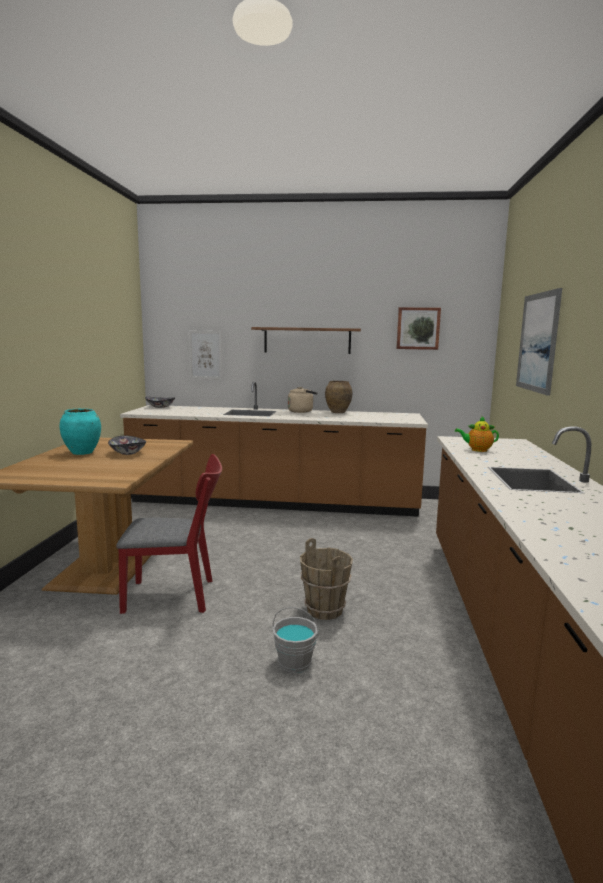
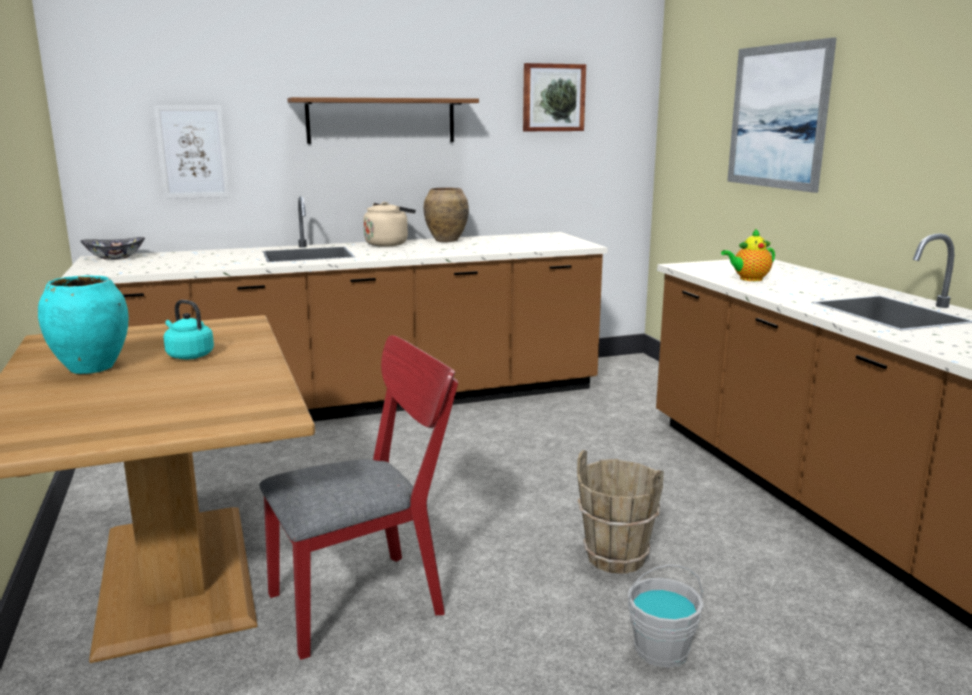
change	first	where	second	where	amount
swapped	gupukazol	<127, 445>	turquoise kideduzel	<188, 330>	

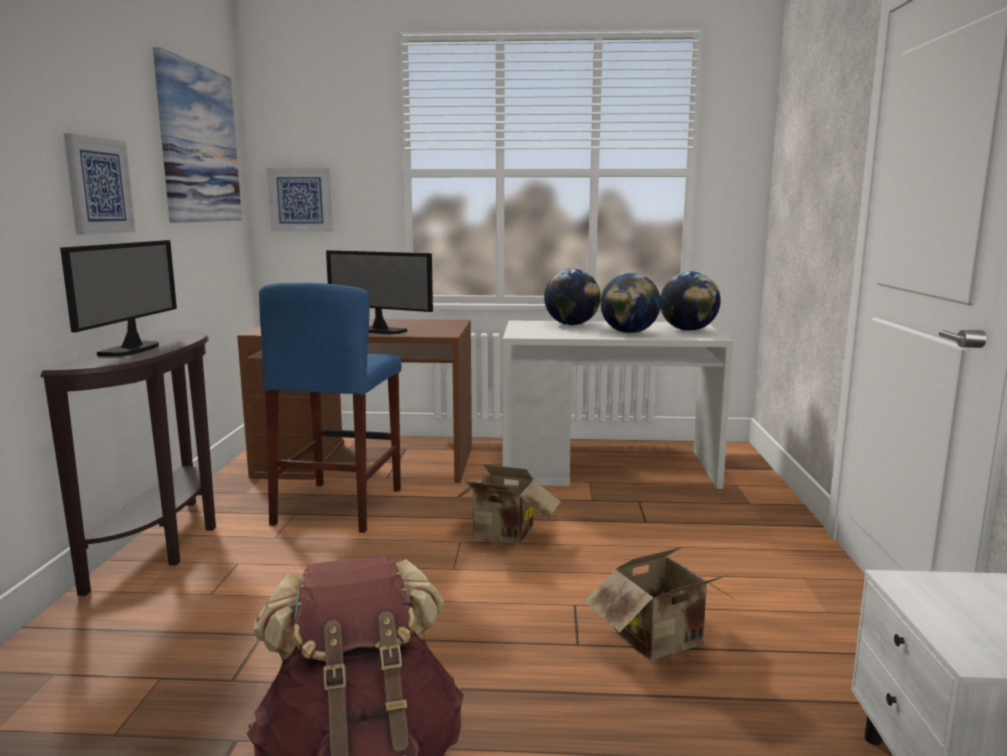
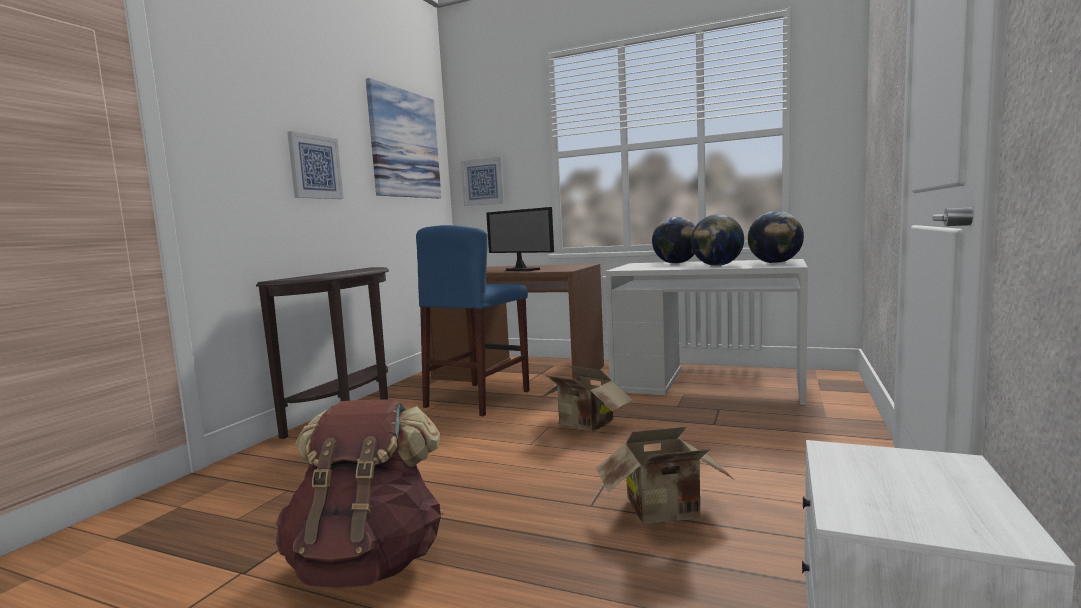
change	first	where	second	where	amount
gone	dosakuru	<118, 298>			

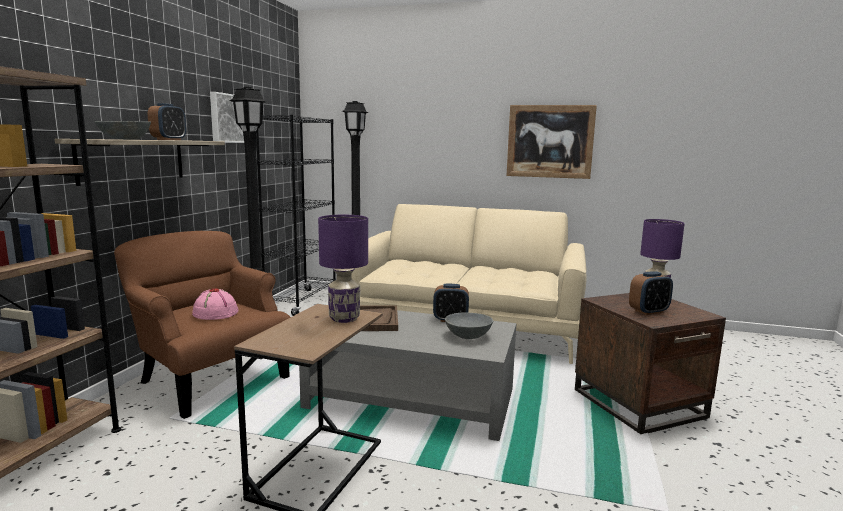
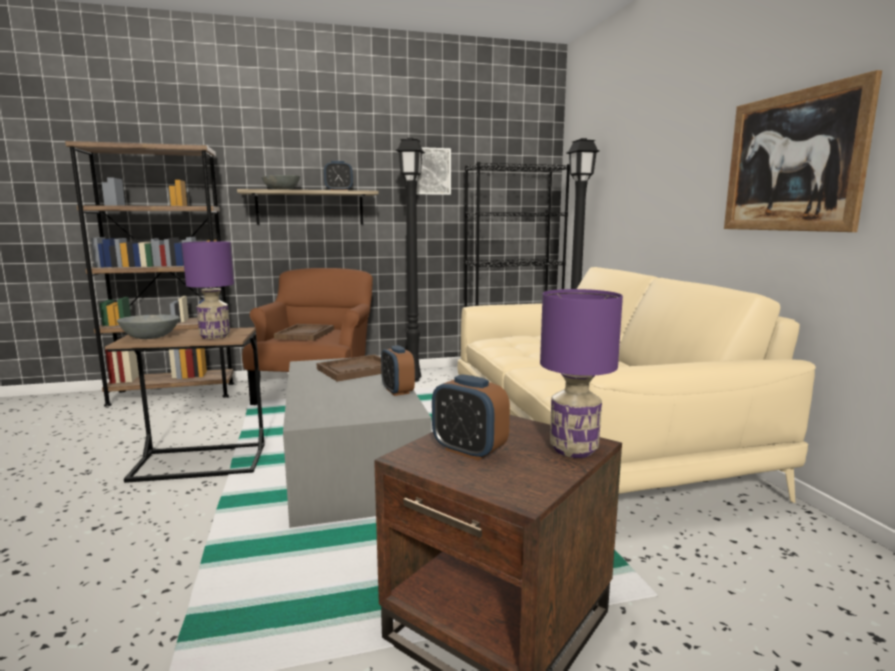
change	first	where	second	where	amount
swapped	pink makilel	<215, 304>	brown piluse	<304, 332>	
shifted	grey gupukazol	<469, 325>		<148, 326>	

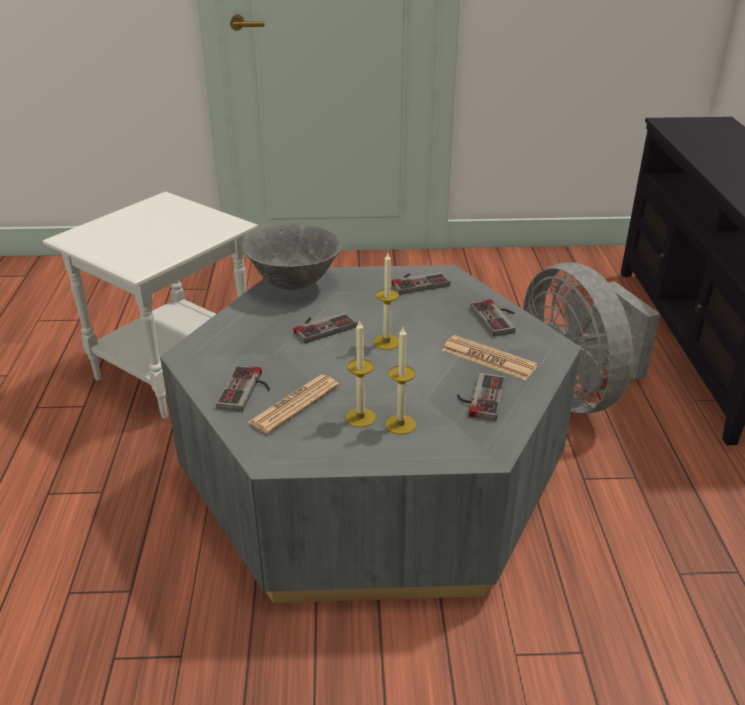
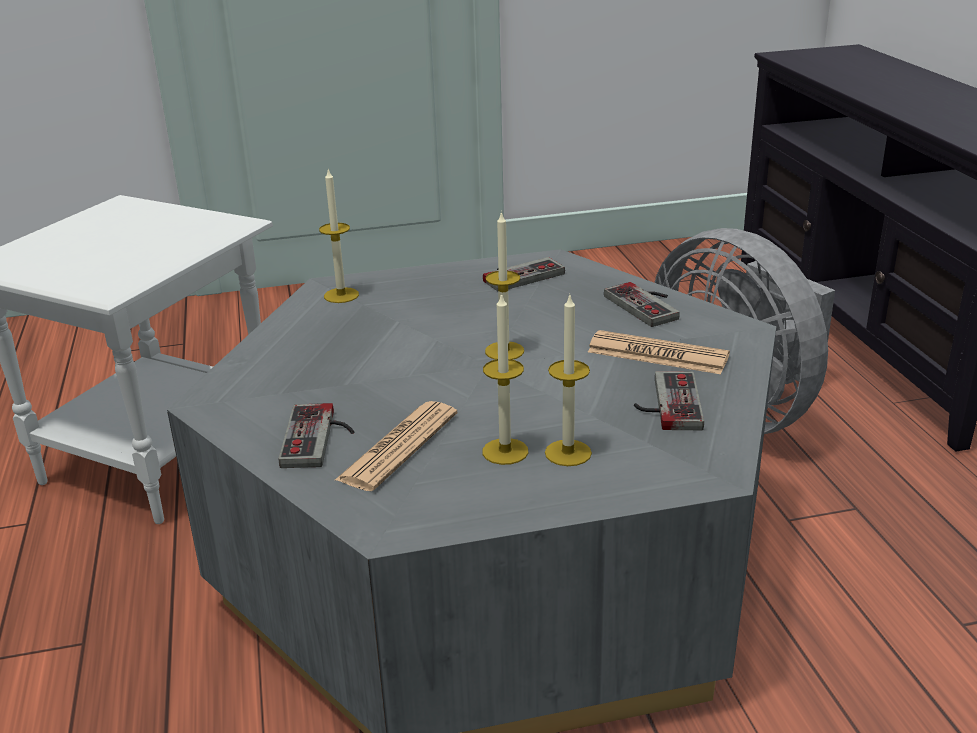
change	first	where	second	where	amount
swapped	grey gupukazol	<292, 257>	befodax	<339, 236>	
gone	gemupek	<325, 328>			

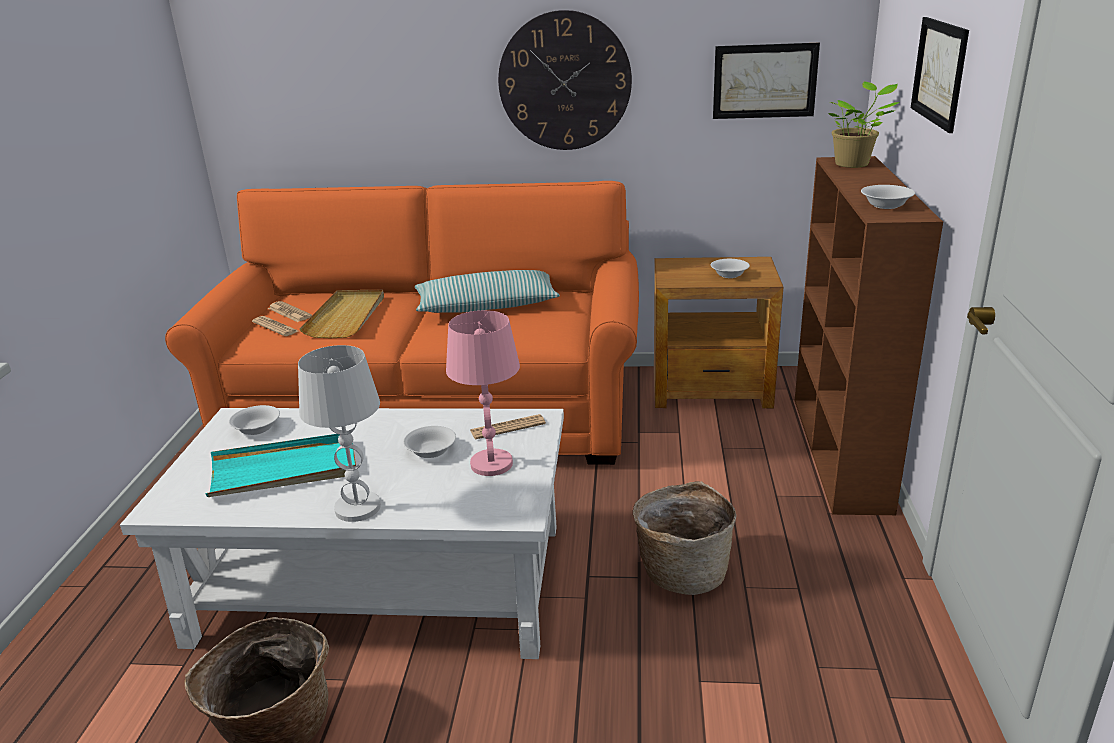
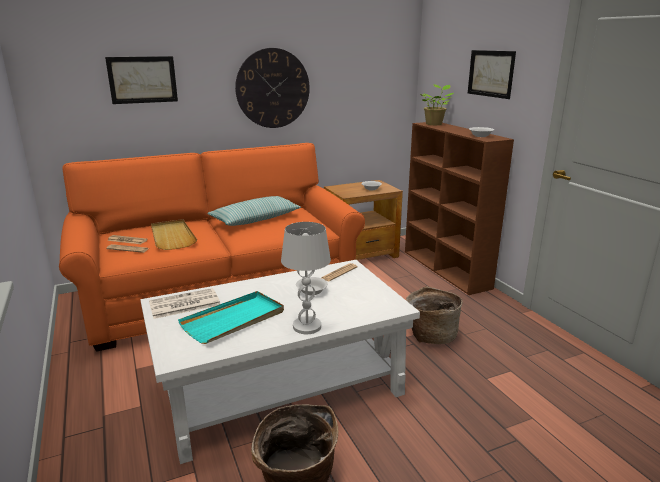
change	first	where	second	where	amount
swapped	white gupukazol	<254, 420>	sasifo	<184, 303>	
gone	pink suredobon	<483, 393>			
shifted	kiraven	<766, 81>		<141, 80>	

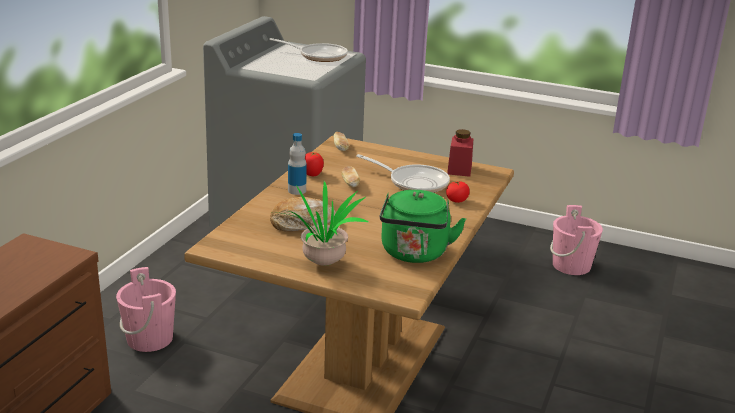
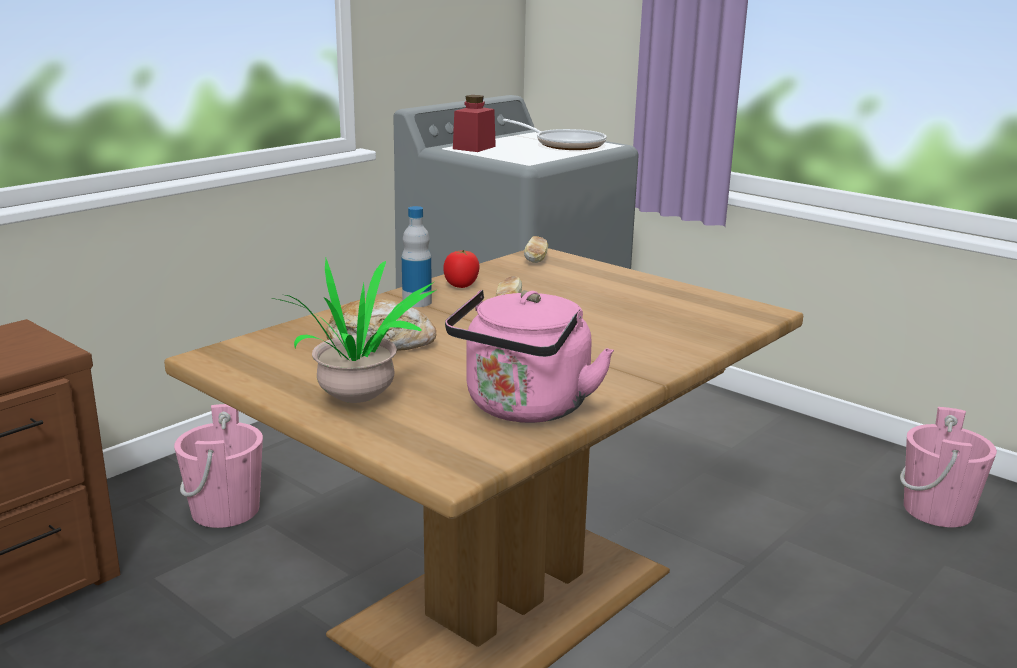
change	first	where	second	where	amount
gone	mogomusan	<403, 173>			
repainted	green kideduzel	<423, 226>	pink kideduzel	<529, 356>	
gone	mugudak	<458, 192>			
shifted	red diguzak	<460, 153>		<474, 123>	

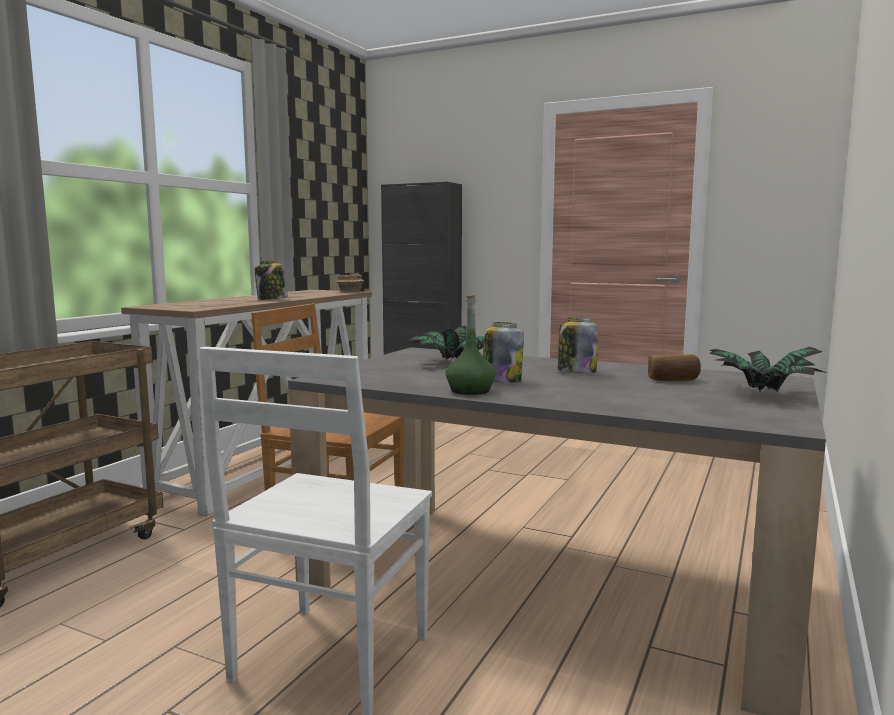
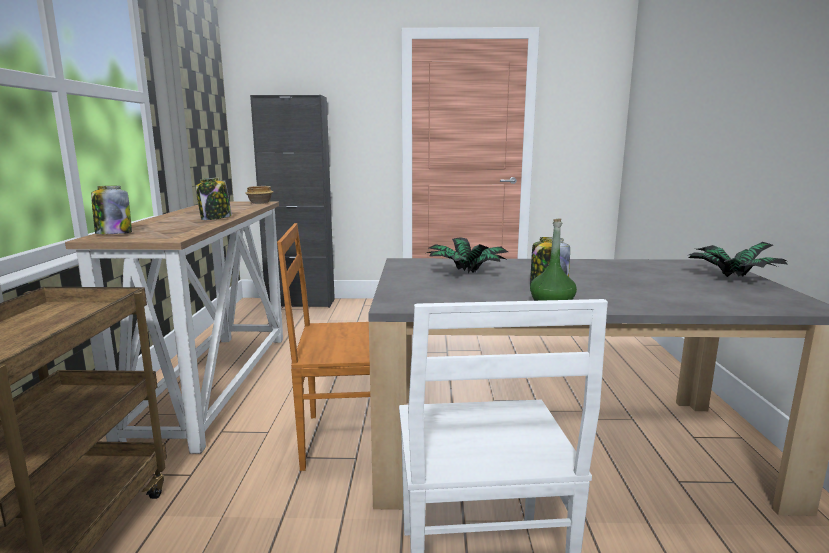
change	first	where	second	where	amount
shifted	diguzak	<578, 345>		<111, 210>	
gone	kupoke	<674, 367>			

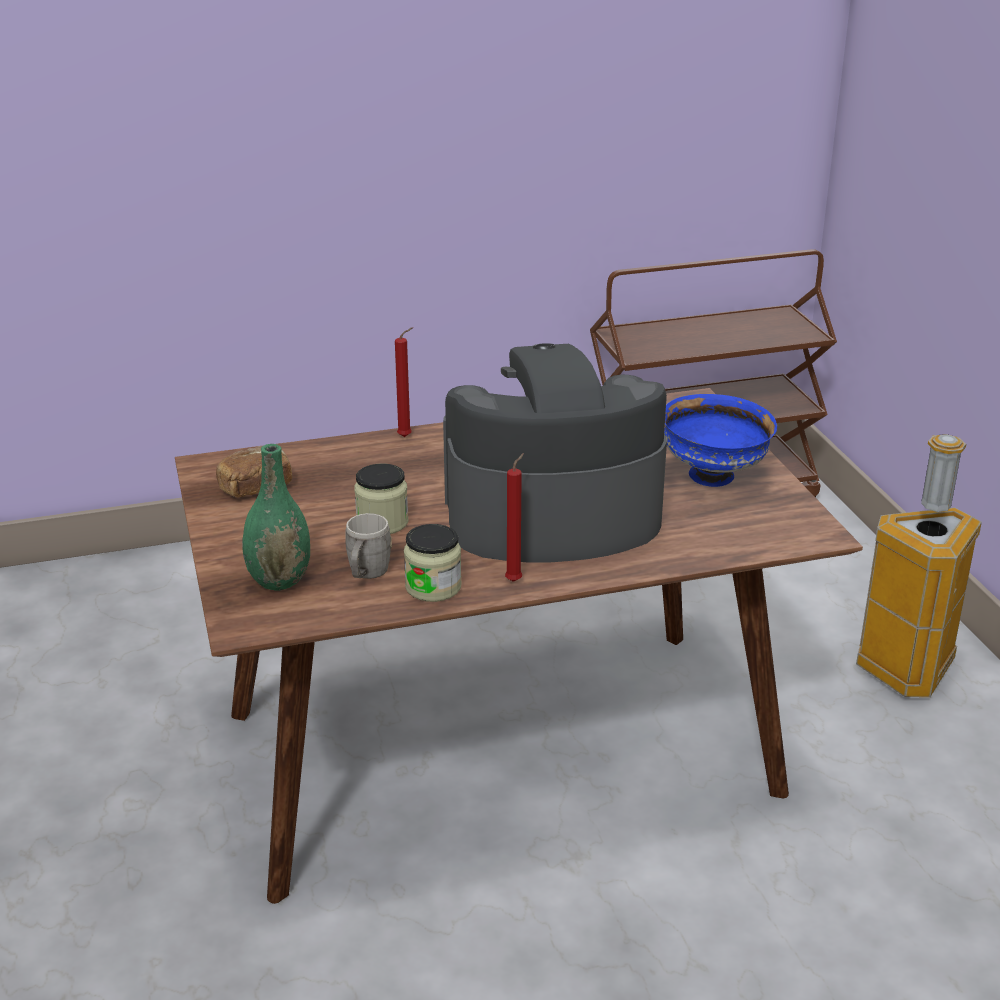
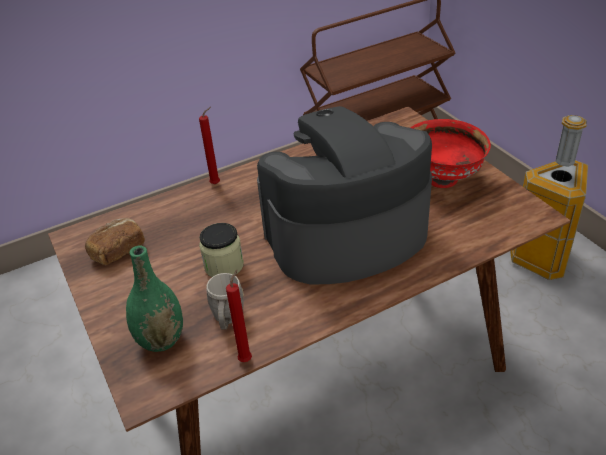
change	first	where	second	where	amount
gone	diguzak	<433, 563>			
shifted	red befodax	<514, 517>		<239, 316>	
repainted	blue gupukazol	<720, 440>	red gupukazol	<451, 153>	

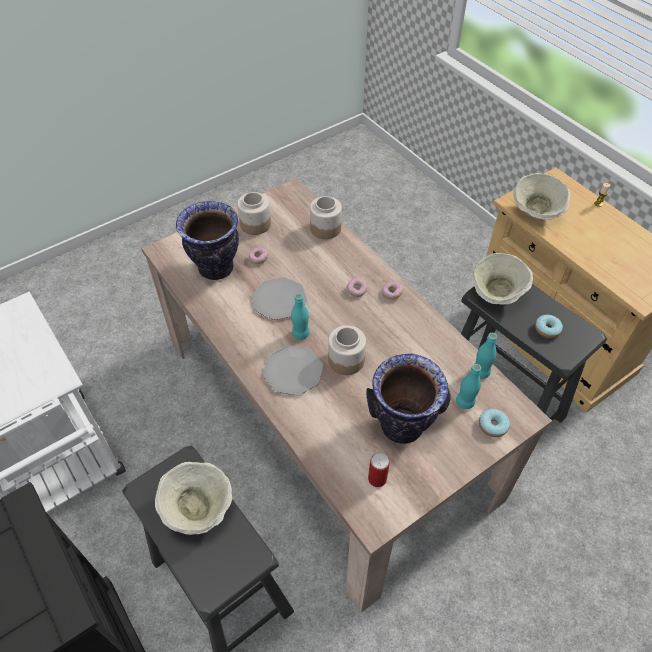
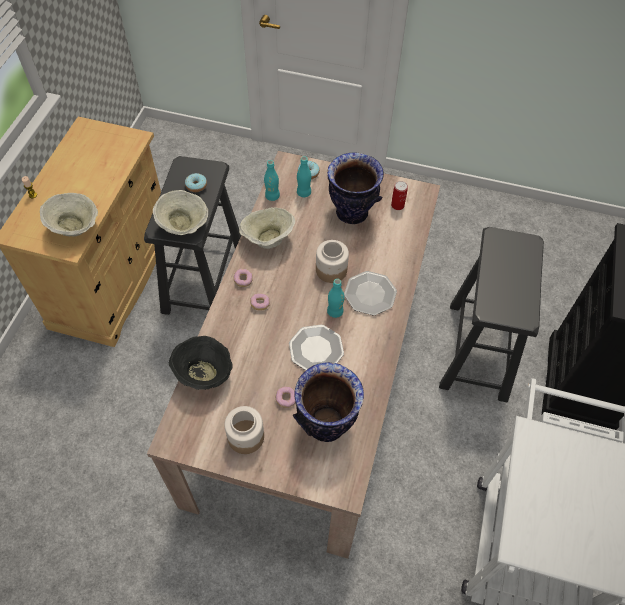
change	first	where	second	where	amount
shifted	beige gupukazol	<193, 498>		<267, 228>	
swapped	diguzak	<326, 217>	black gupukazol	<201, 363>	

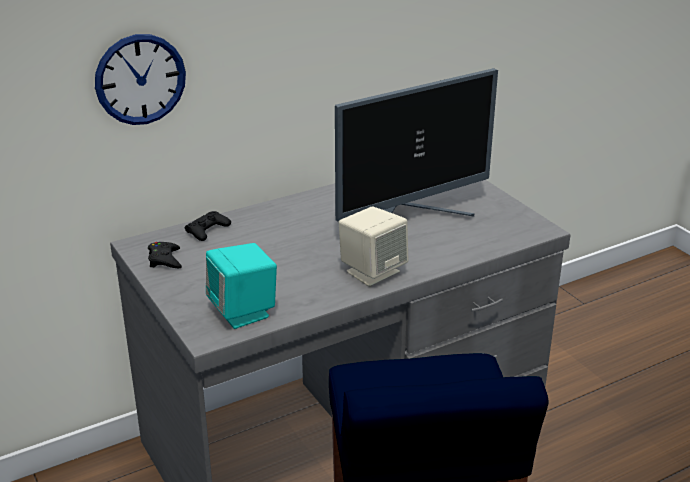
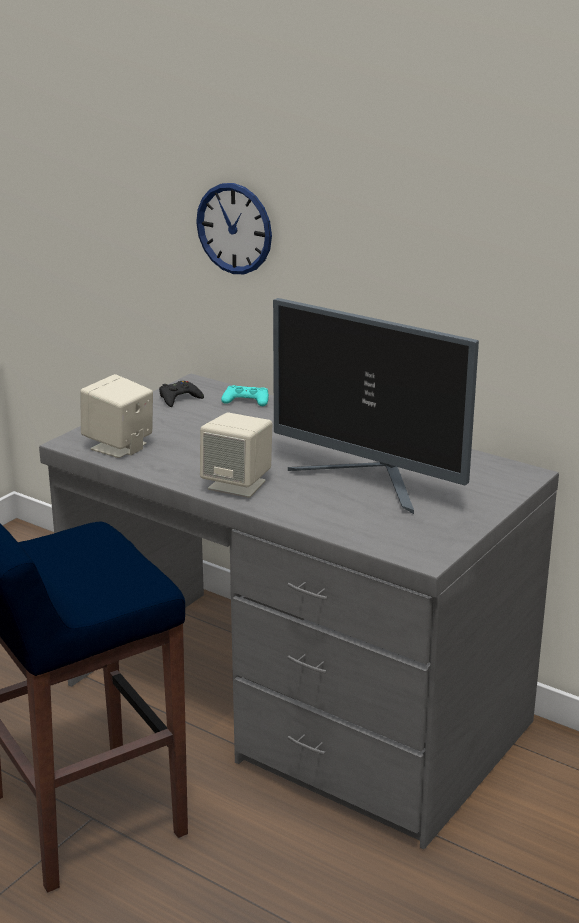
change	first	where	second	where	amount
repainted	black gemupek	<208, 226>	turquoise gemupek	<245, 395>	
repainted	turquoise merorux	<241, 286>	beige merorux	<116, 416>	

